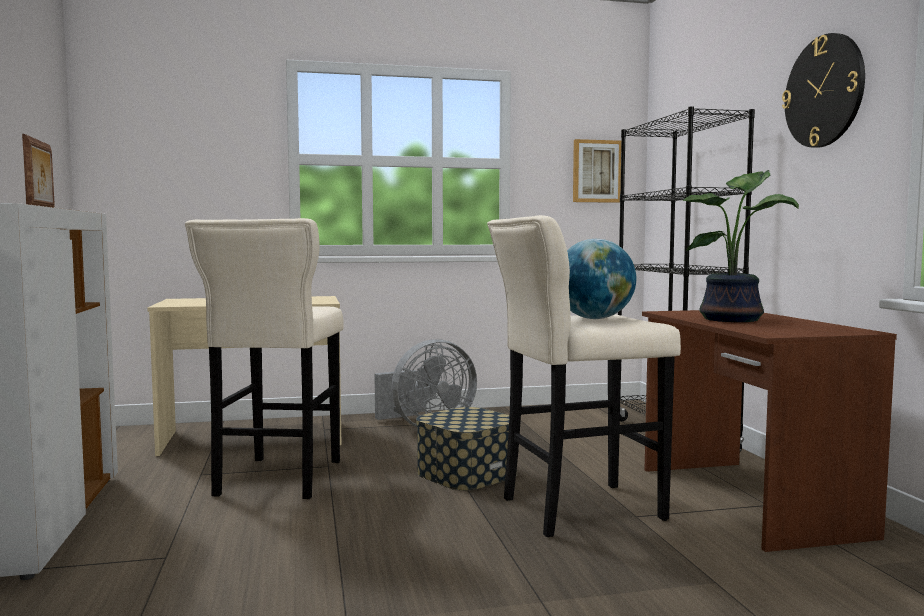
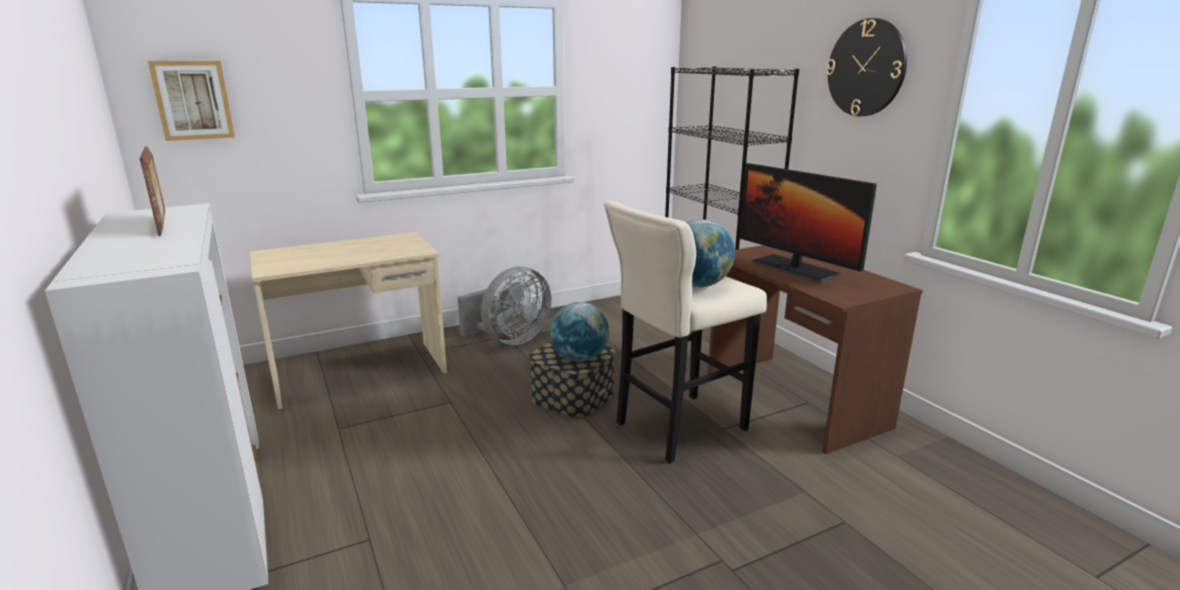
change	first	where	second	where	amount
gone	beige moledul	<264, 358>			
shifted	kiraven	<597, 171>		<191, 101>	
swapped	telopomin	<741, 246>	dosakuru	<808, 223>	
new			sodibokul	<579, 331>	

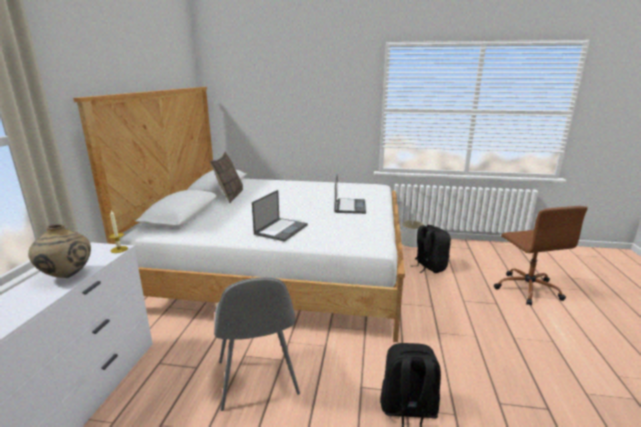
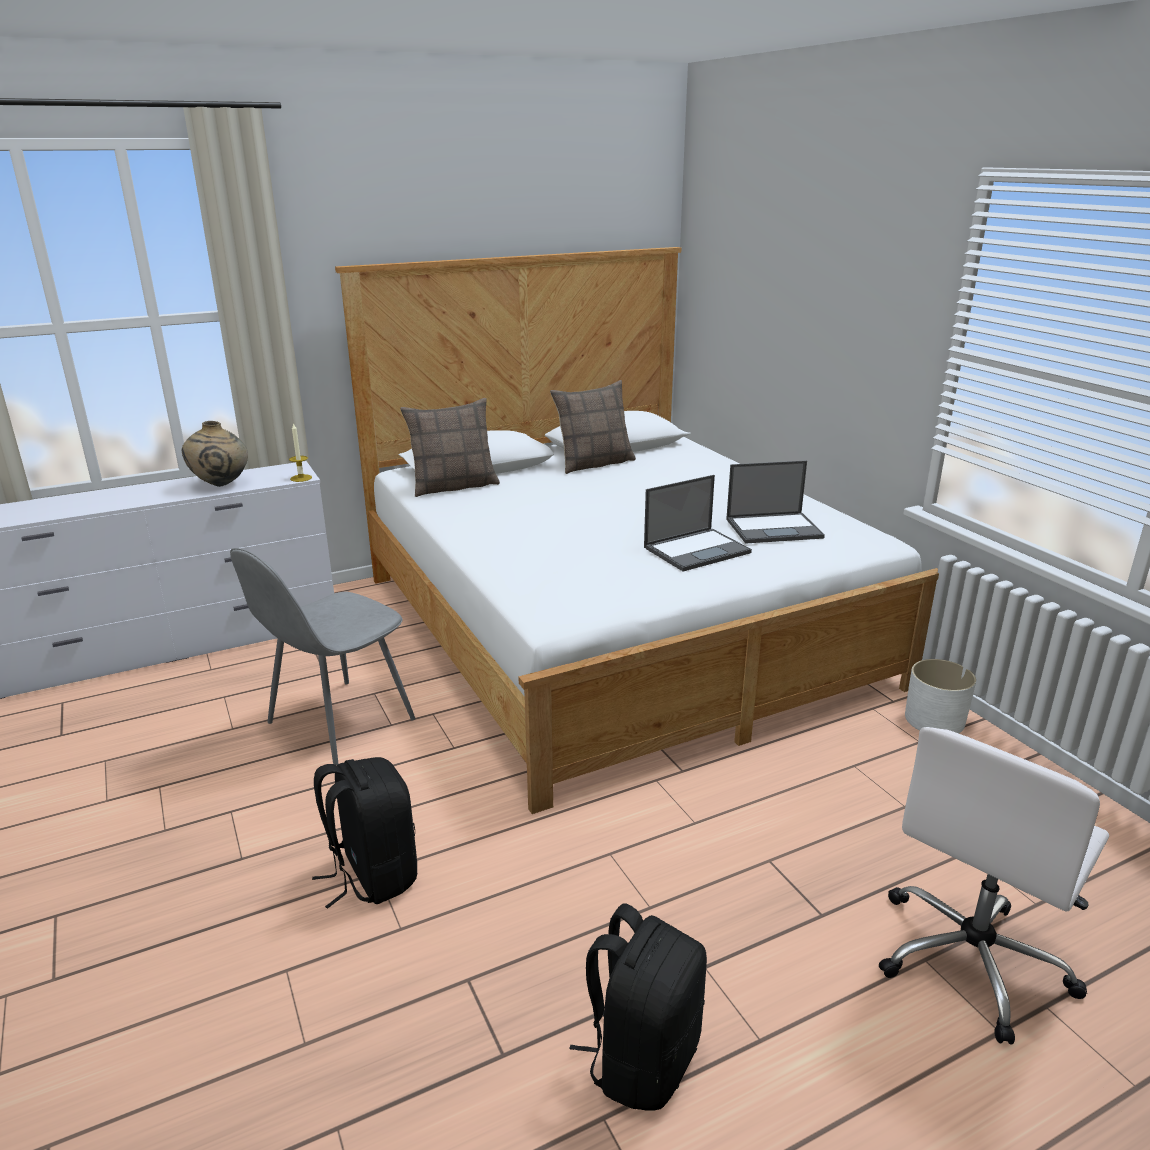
change	first	where	second	where	amount
shifted	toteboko	<280, 216>		<775, 502>	
shifted	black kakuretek	<433, 249>		<638, 1007>	
repainted	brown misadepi	<541, 255>	white misadepi	<994, 886>	
new			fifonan	<450, 447>	

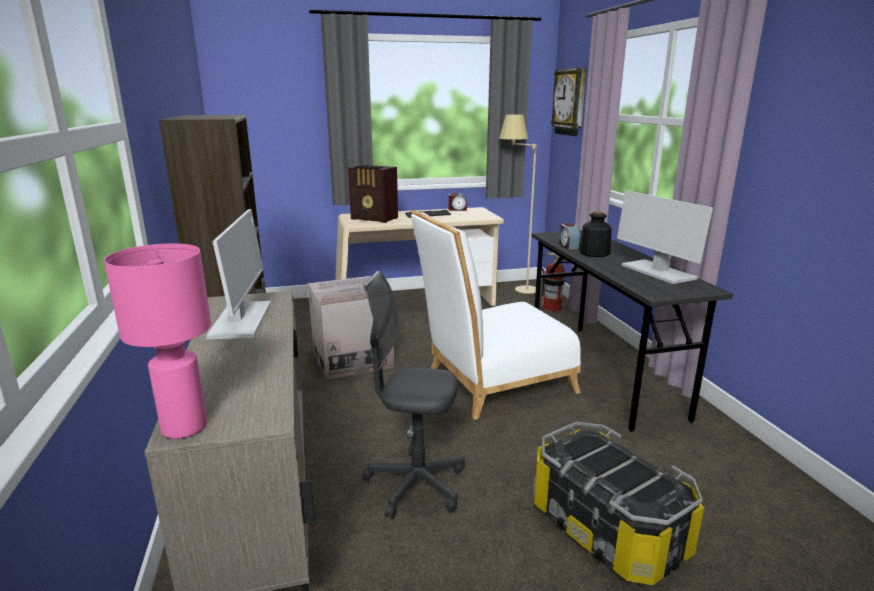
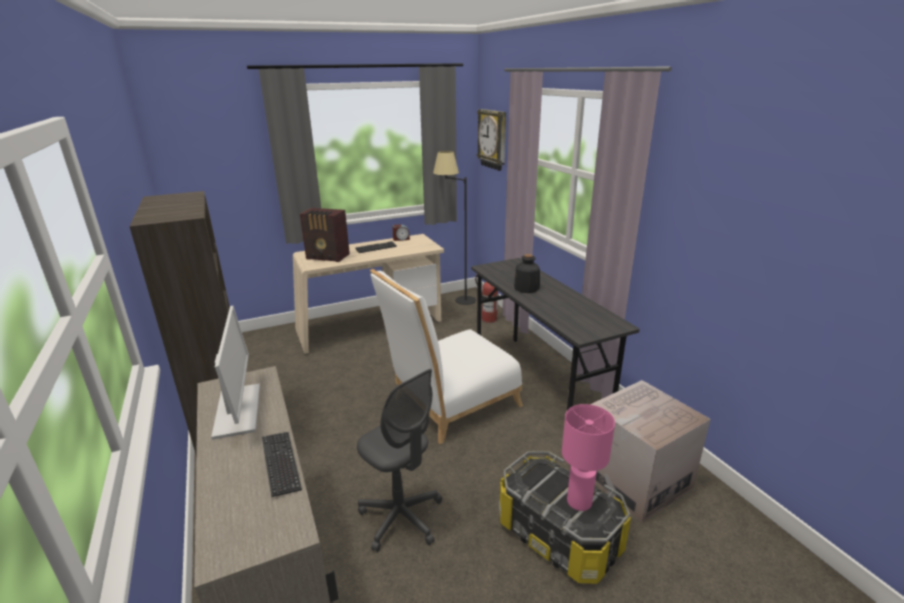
change	first	where	second	where	amount
shifted	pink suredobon	<157, 341>		<588, 457>	
shifted	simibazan	<351, 328>		<650, 451>	
rotated	grey misadepi	<413, 395>		<399, 460>	135 degrees counterclockwise
repainted	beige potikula	<518, 204>	black potikula	<454, 228>	
gone	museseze	<570, 236>			
gone	dosakuru	<665, 237>			
new			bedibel	<282, 464>	

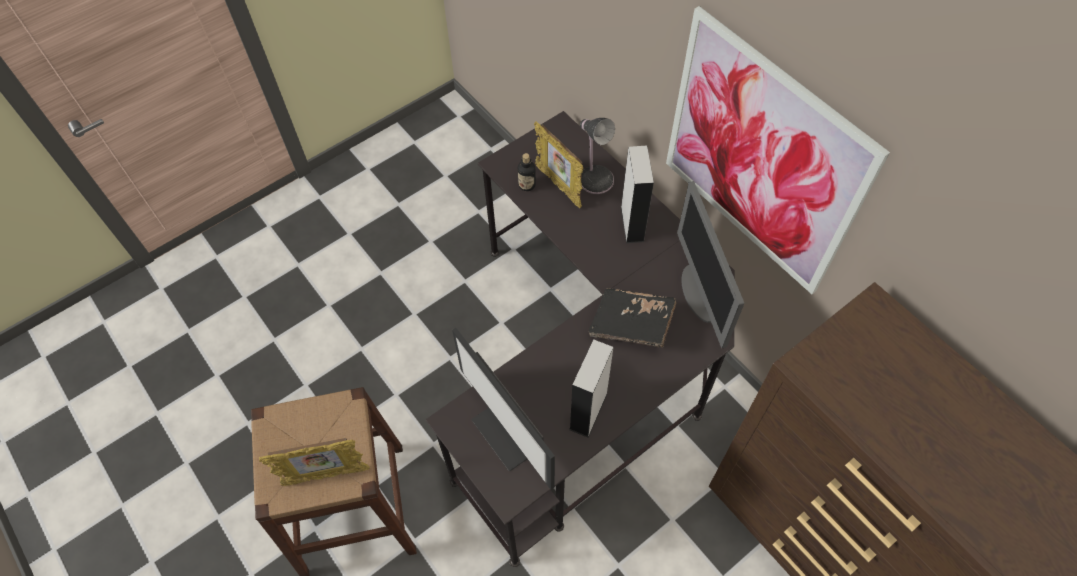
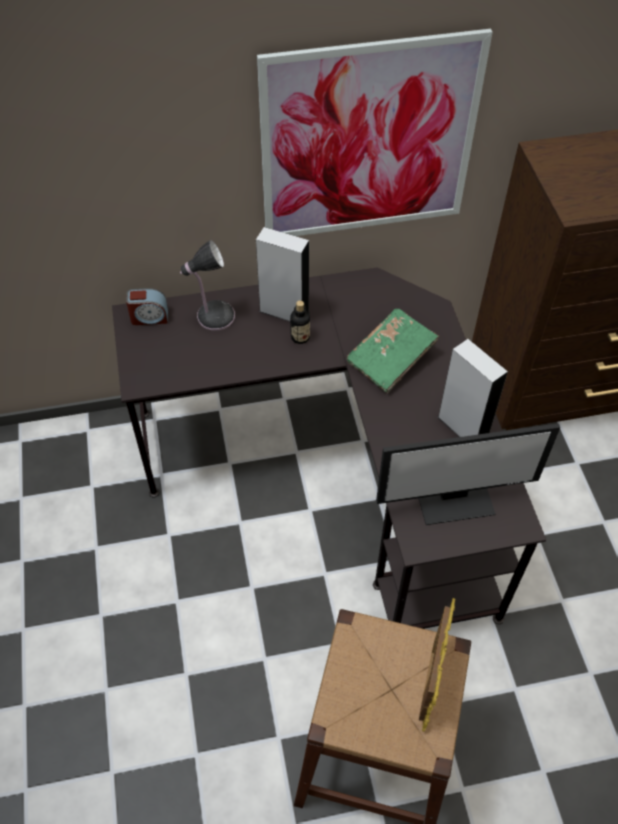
change	first	where	second	where	amount
shifted	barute	<527, 172>		<300, 322>	
gone	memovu	<558, 164>			
repainted	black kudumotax	<632, 317>	green kudumotax	<393, 351>	
gone	dosakuru	<710, 264>			
new			museseze	<147, 306>	

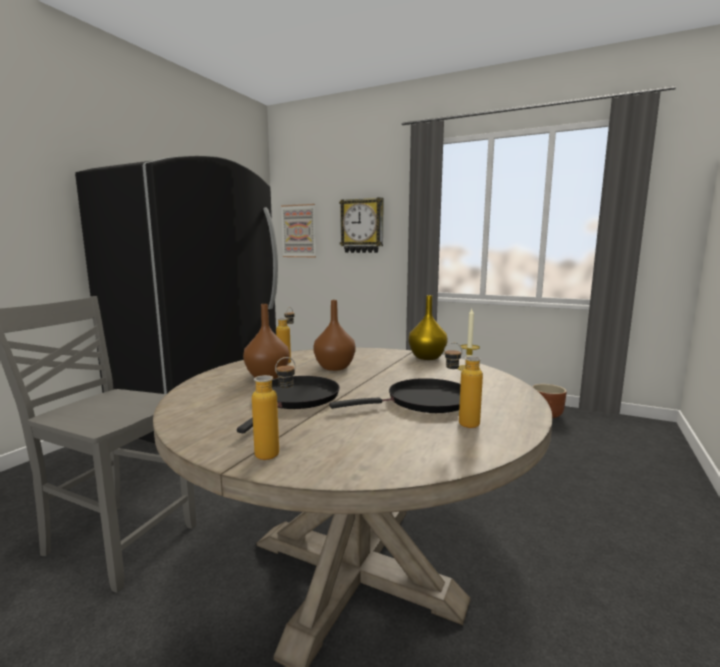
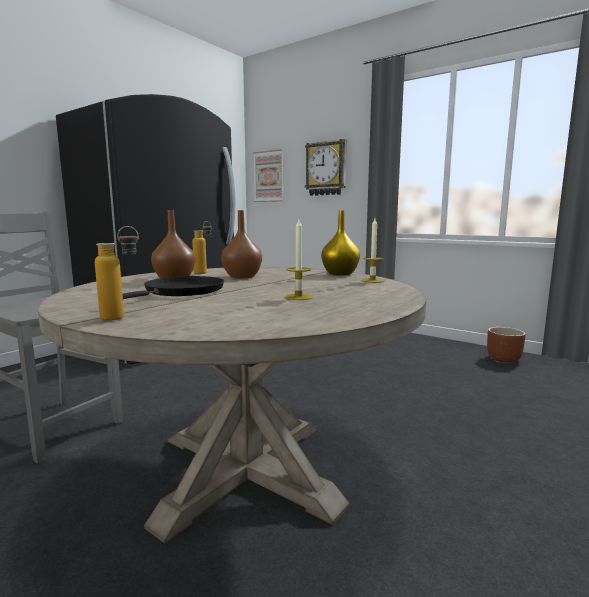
change	first	where	second	where	amount
swapped	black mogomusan	<394, 395>	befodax	<298, 260>	
gone	barute	<463, 385>			

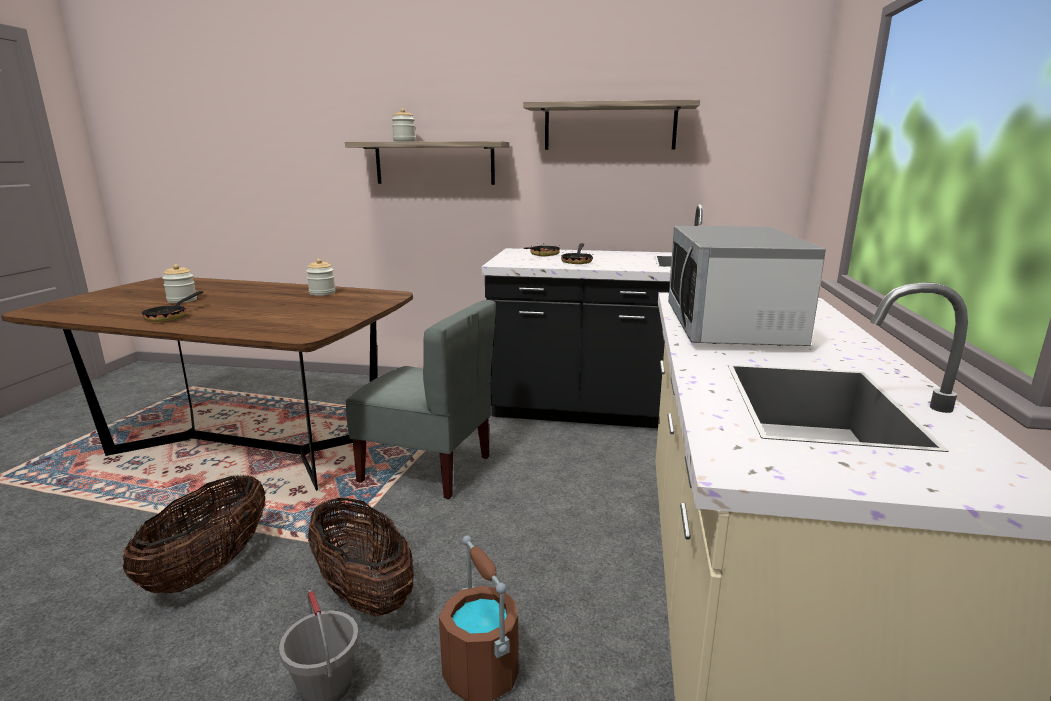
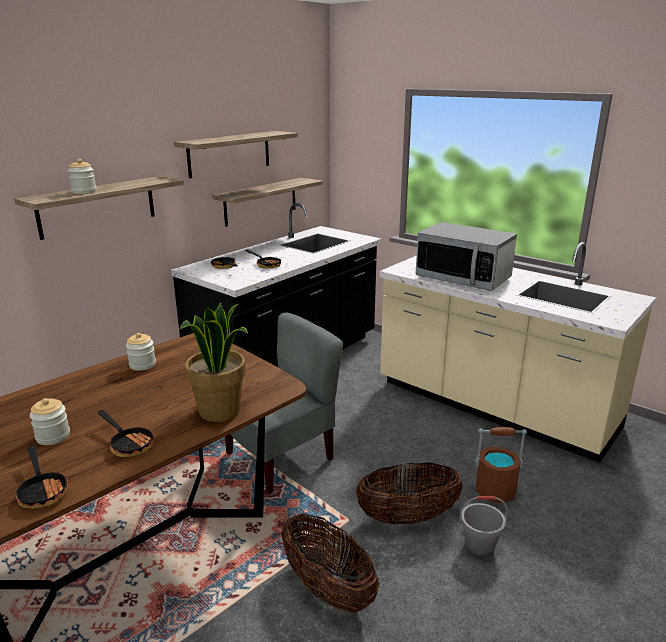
change	first	where	second	where	amount
new			mogomusan	<40, 477>	
new			telopomin	<213, 362>	
new			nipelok	<268, 202>	

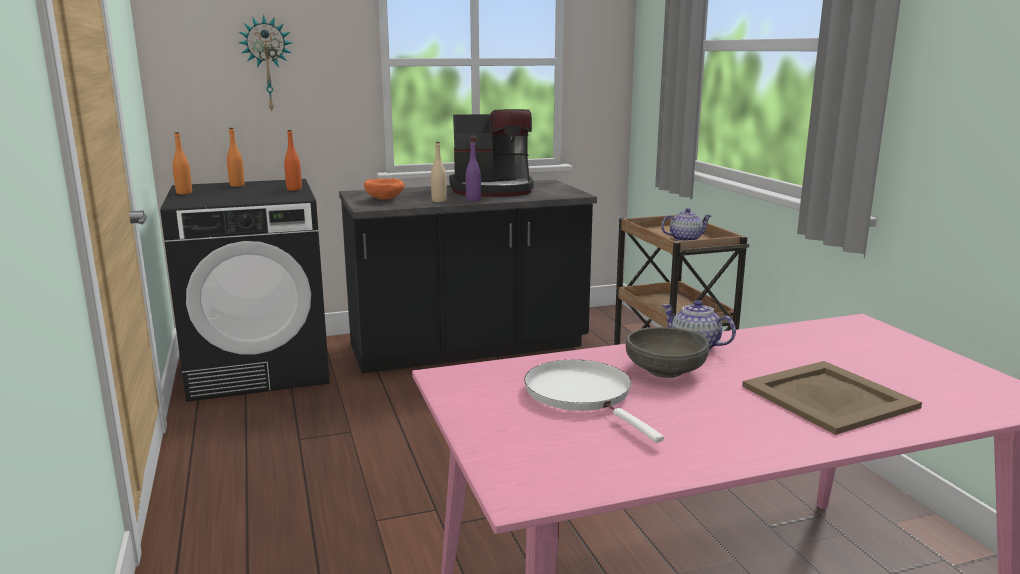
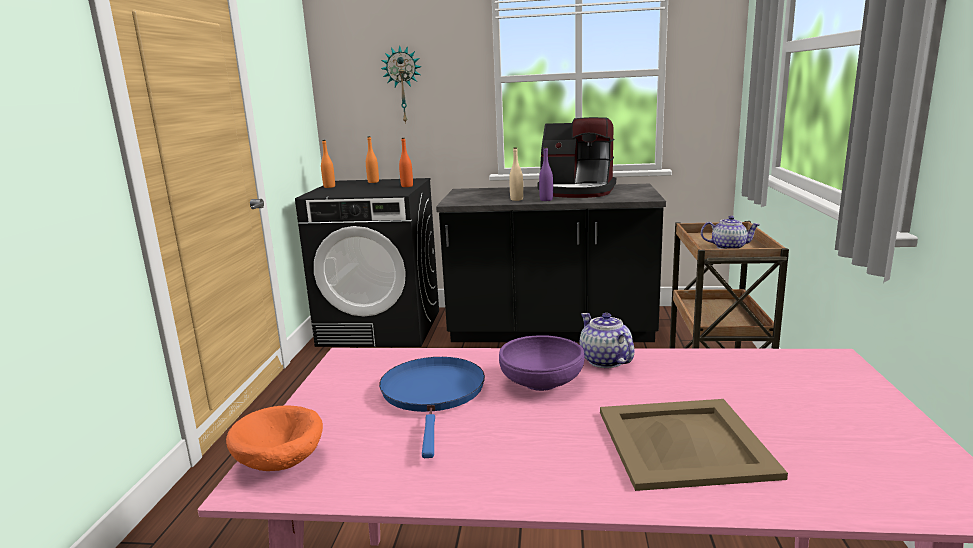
change	first	where	second	where	amount
shifted	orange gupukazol	<384, 189>		<274, 438>	
repainted	white mogomusan	<594, 401>	blue mogomusan	<432, 407>	
repainted	grey gupukazol	<667, 352>	purple gupukazol	<542, 363>	

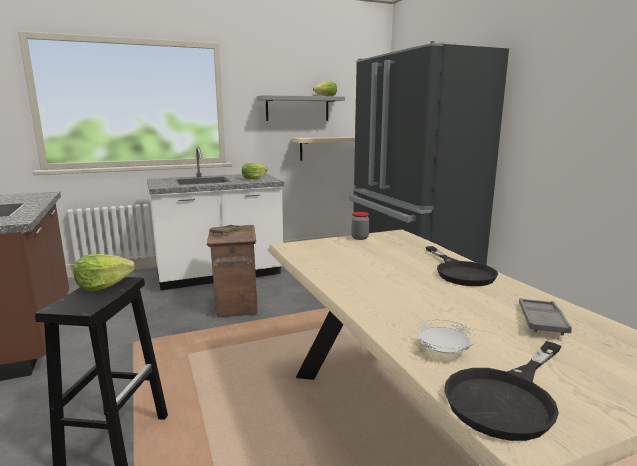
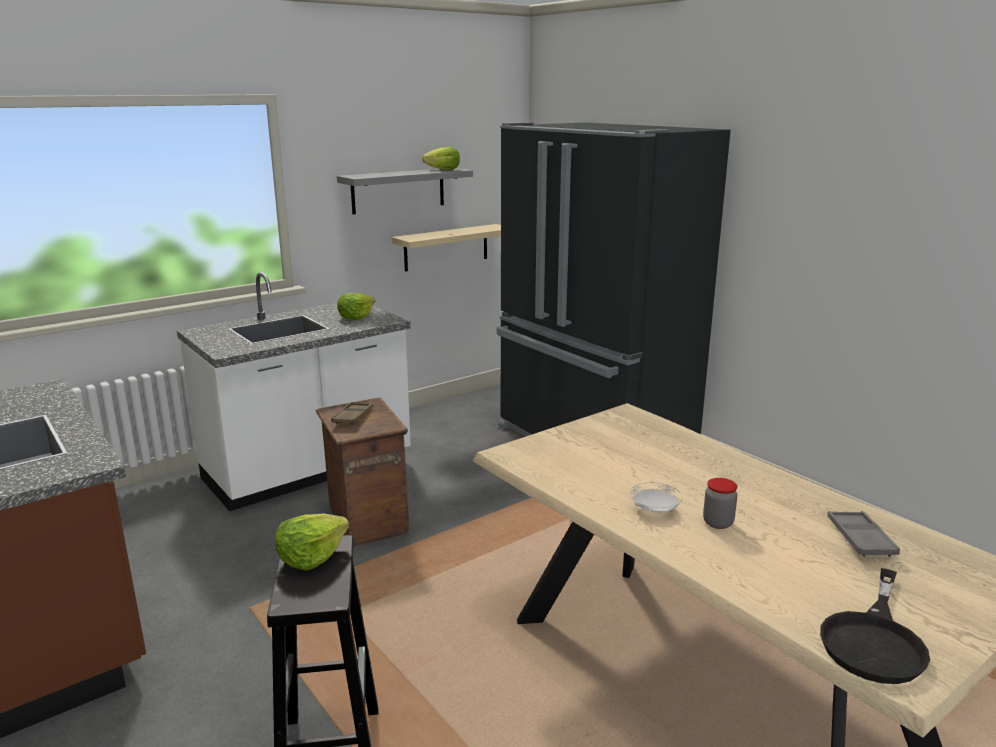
change	first	where	second	where	amount
shifted	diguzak	<360, 226>		<720, 503>	
shifted	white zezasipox	<445, 336>		<656, 497>	
gone	black mogomusan	<462, 266>			

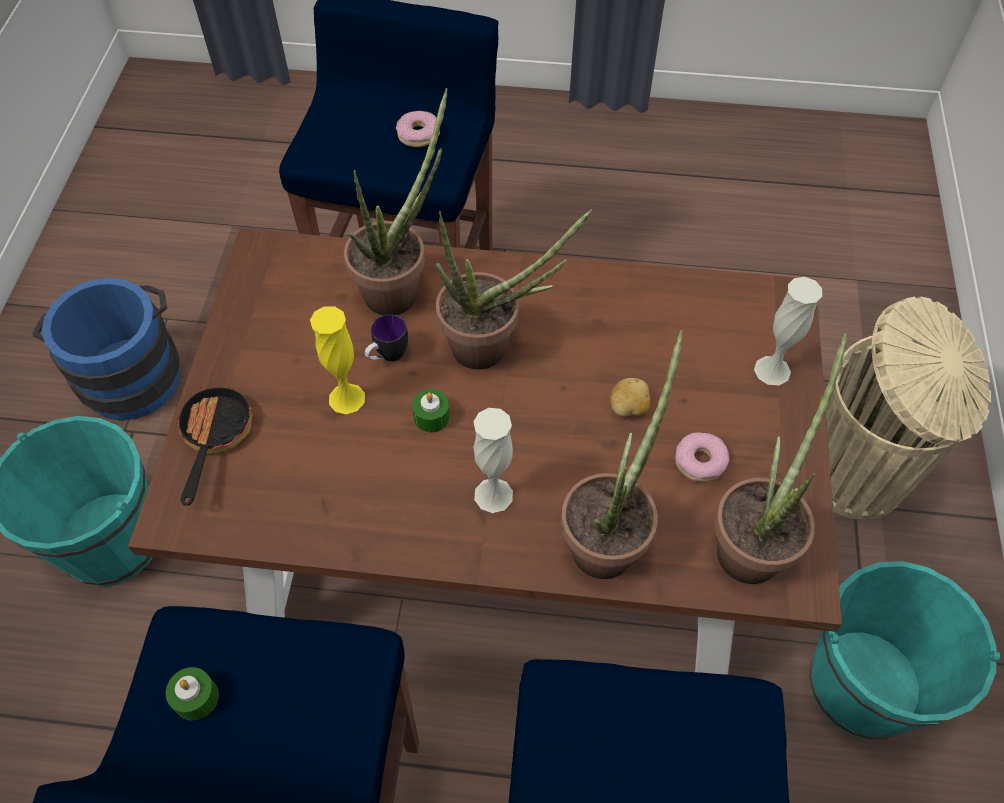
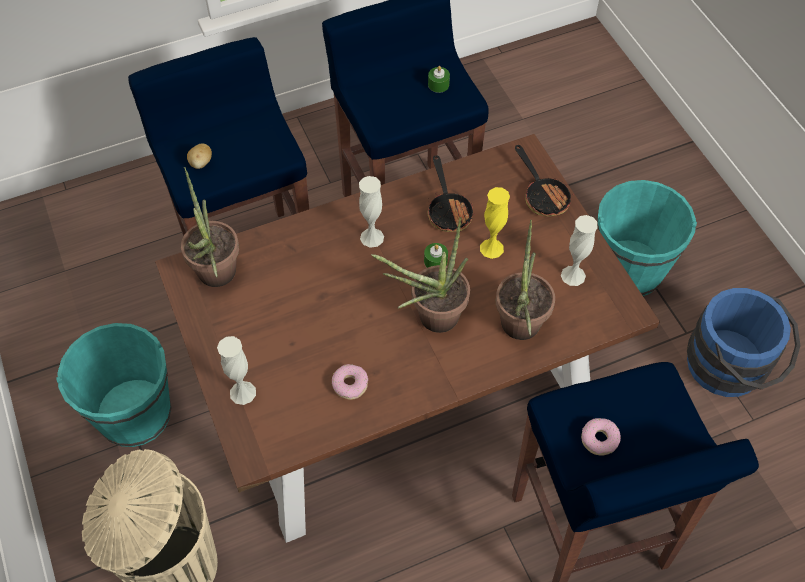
change	first	where	second	where	amount
gone	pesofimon	<386, 338>			
gone	telopomin	<622, 454>			
shifted	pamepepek	<630, 397>		<199, 156>	
shifted	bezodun	<702, 457>		<350, 382>	
new			mogomusan	<451, 193>	
new			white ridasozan	<579, 250>	

